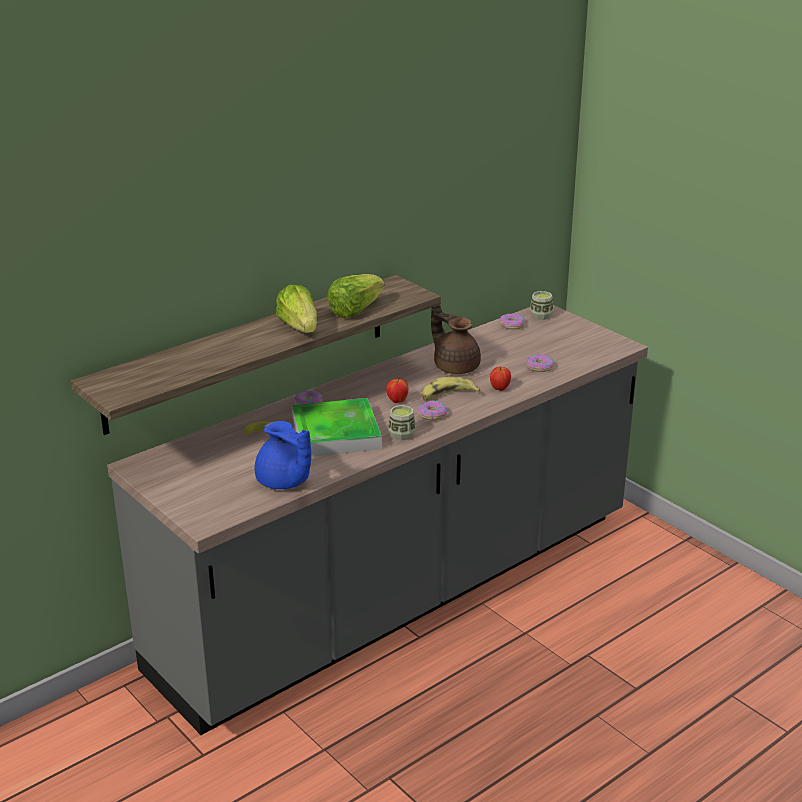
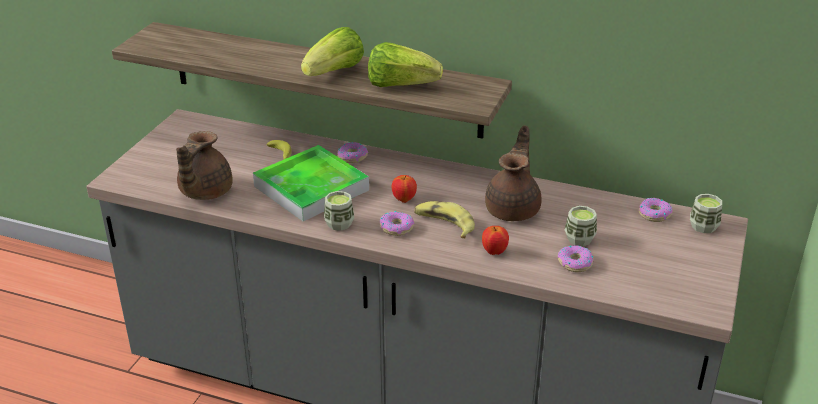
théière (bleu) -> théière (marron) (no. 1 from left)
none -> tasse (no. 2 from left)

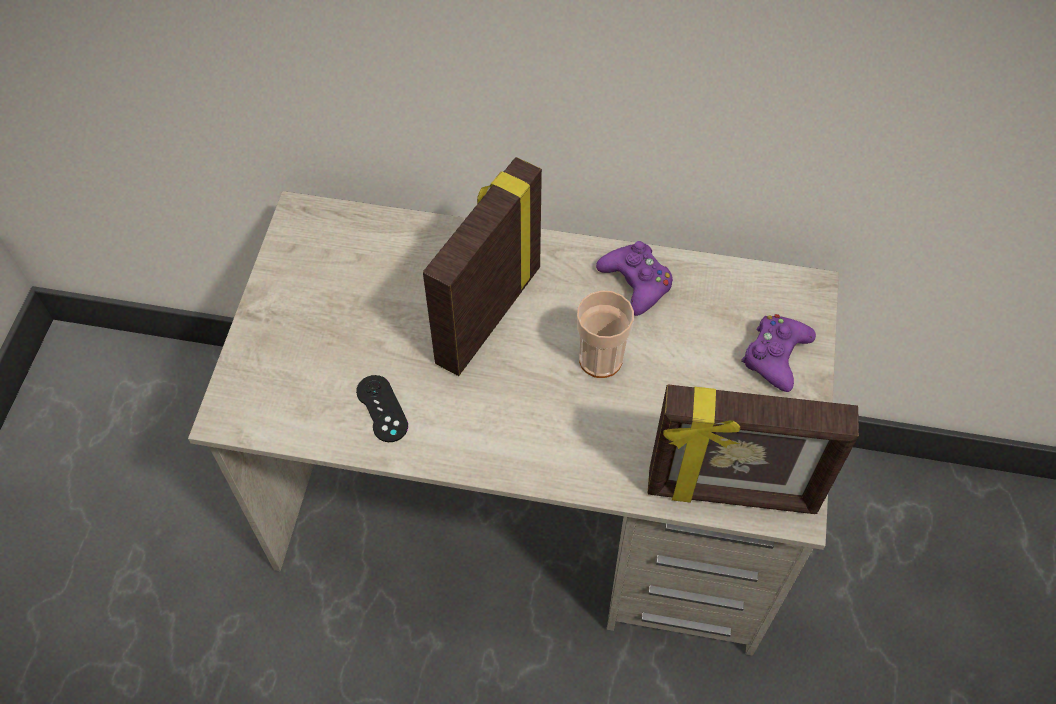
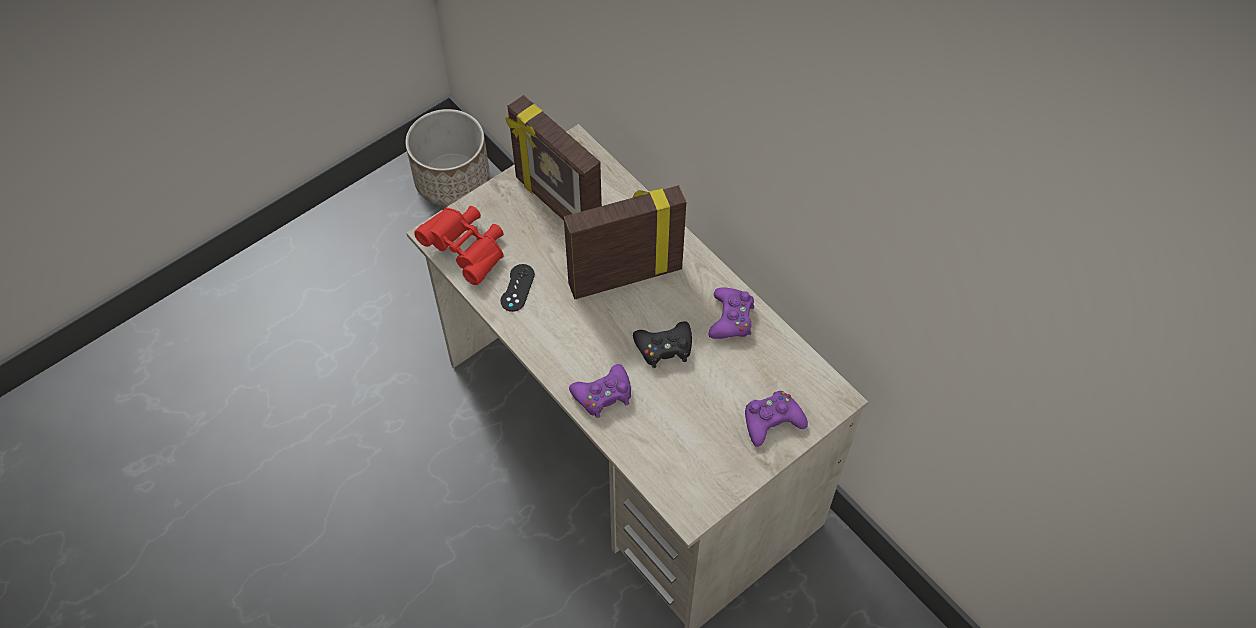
none -> cache-pot
none -> jumelles (rouge)
cadre photo (no. 2 from left in the first image) -> cadre photo (no. 1 from left), shifted
none -> manette (violet) (no. 1 from left)
tasse -> manette (noir) (no. 2 from left)

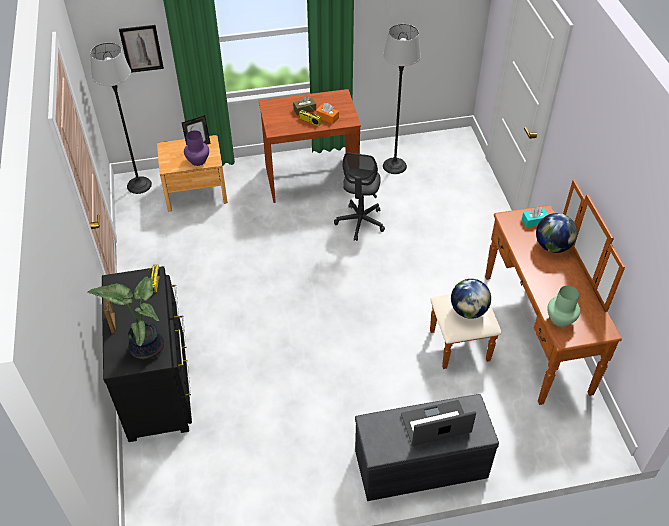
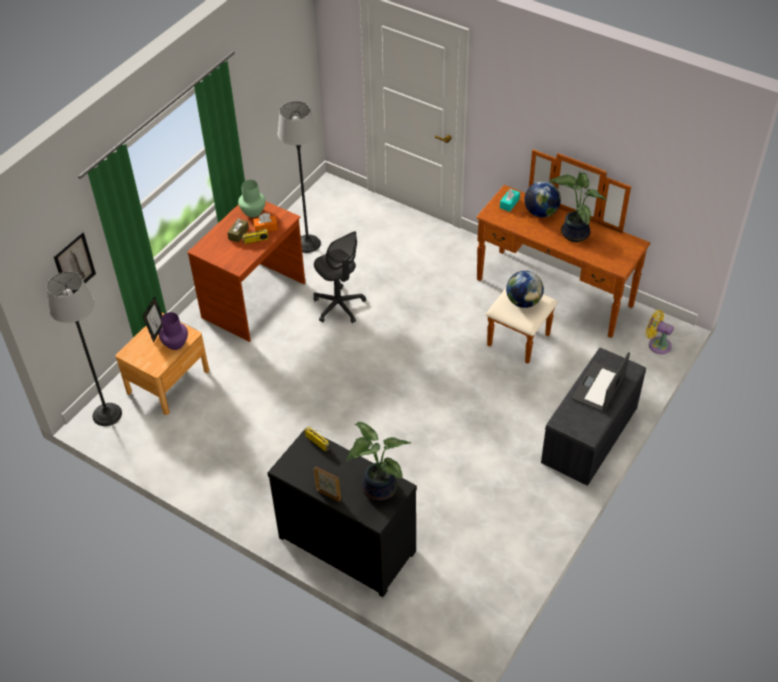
vase (vert), shifted
none -> plante en pot (no. 2 from left)
none -> ventilateur (jaune)

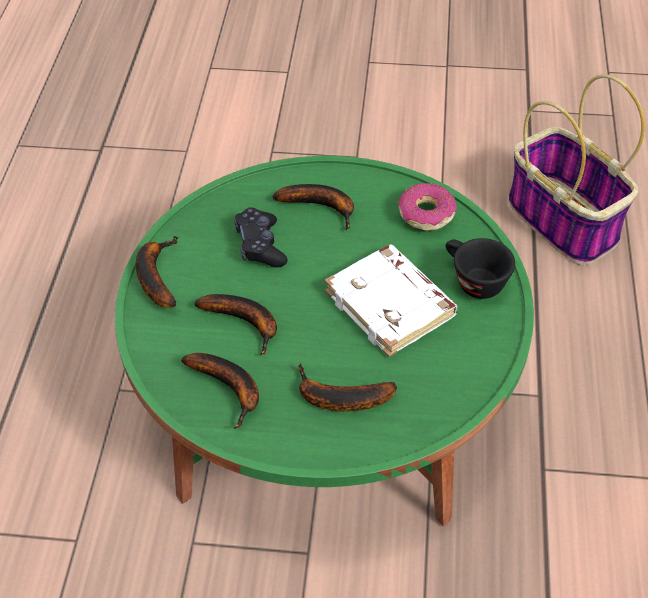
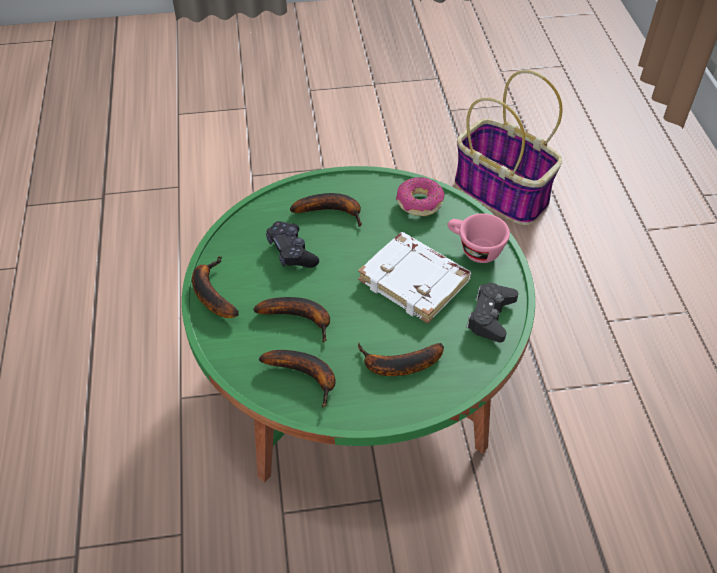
tasse (noir) -> tasse (rose)
none -> manette (noir) (no. 2 from left)

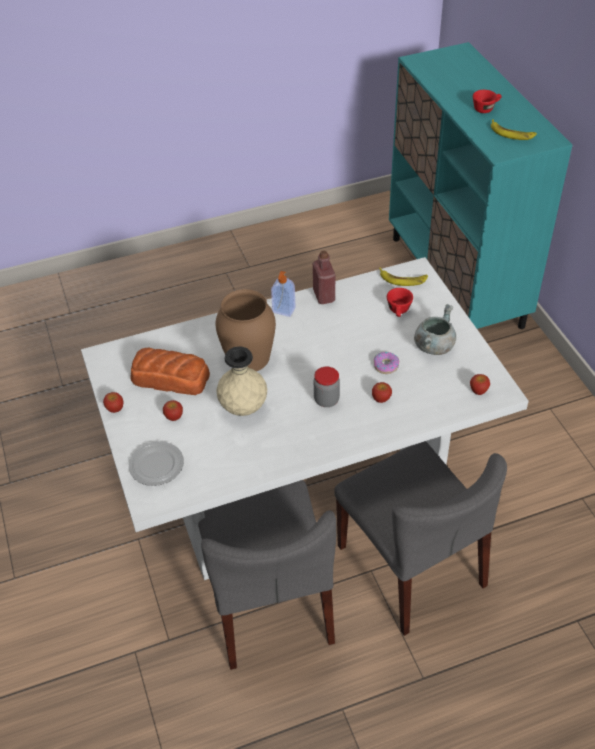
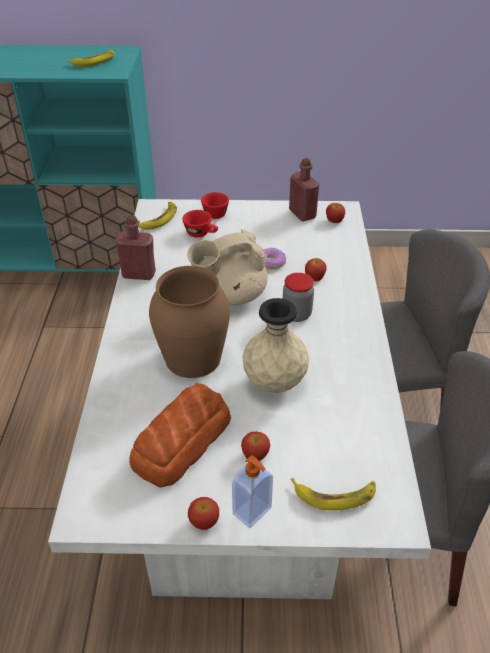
none -> théière (beige)
tasse (rouge) (no. 2 from left), shifted
distributeur de savon, shifted
none -> bouteille (rouge) (no. 2 from left)
assiette -> banane (no. 3 from left)
marmite (gris) -> none

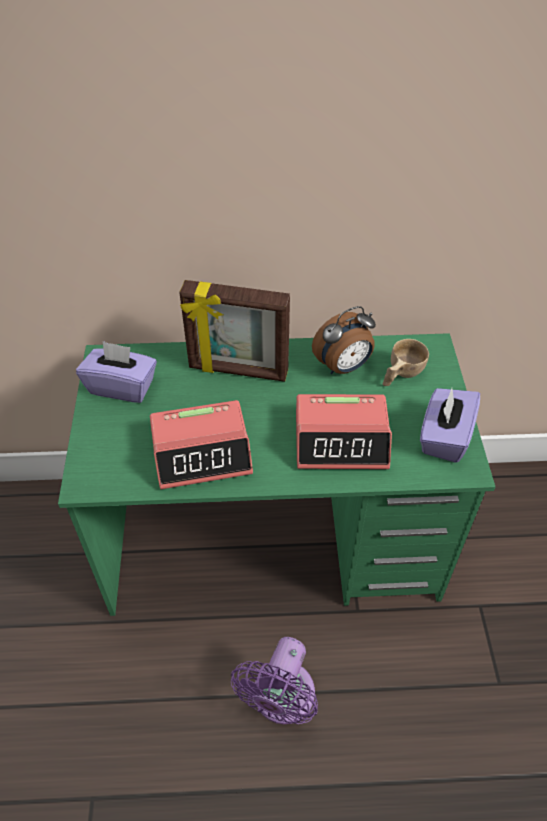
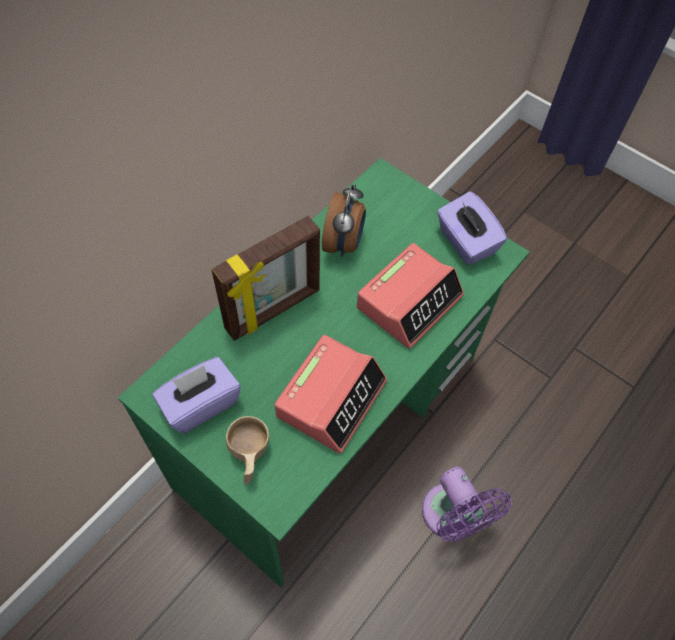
tasse (beige), shifted

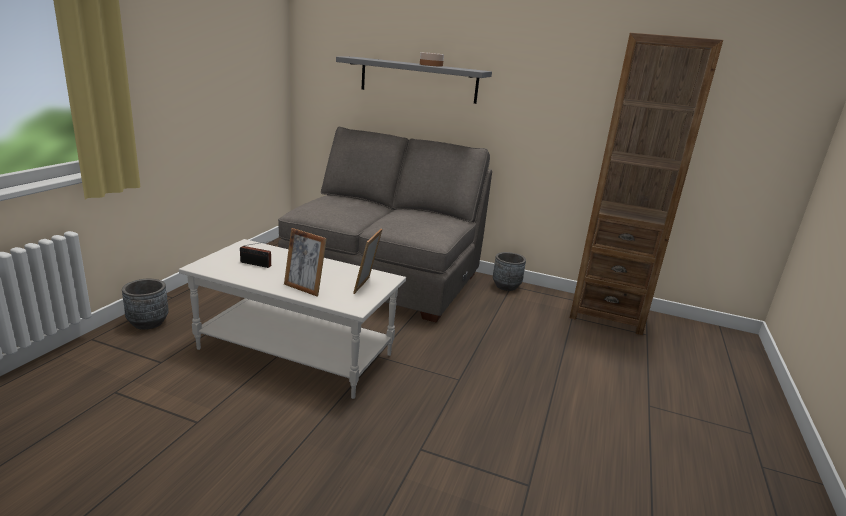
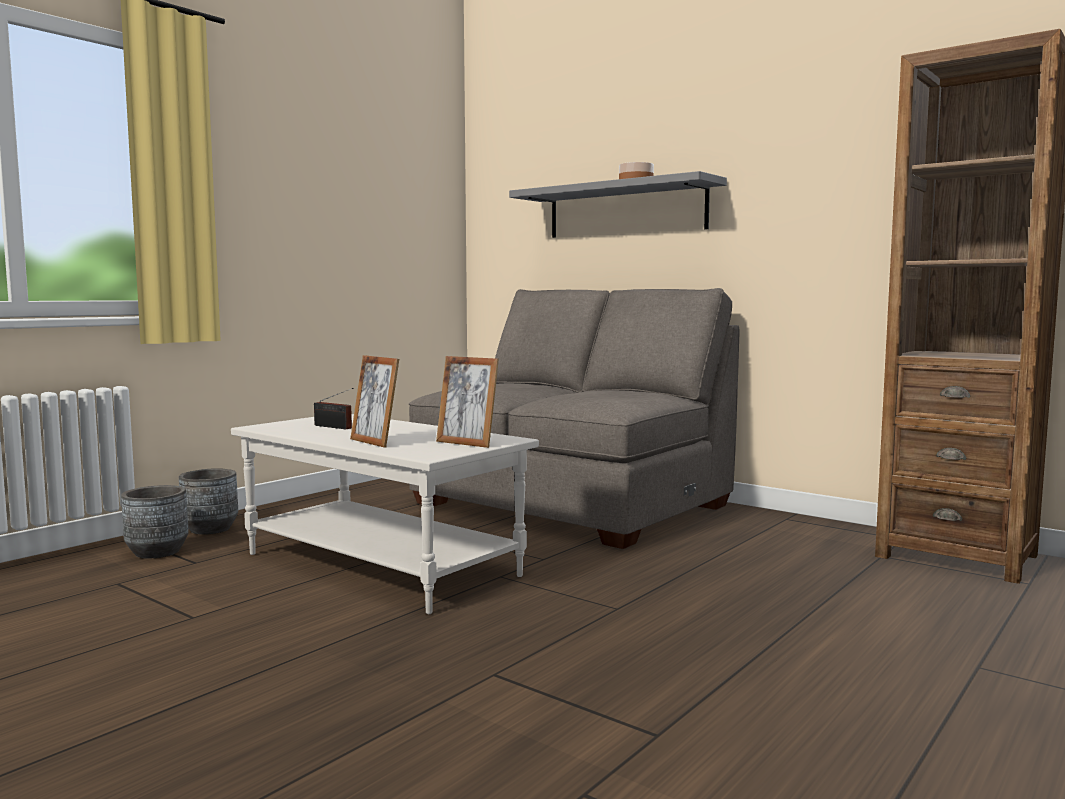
cache-pot (gris) (no. 2 from left in the first image) -> cache-pot (gris) (no. 1 from left), shifted
cadre photo (no. 2 from left), 90 degrees counterclockwise

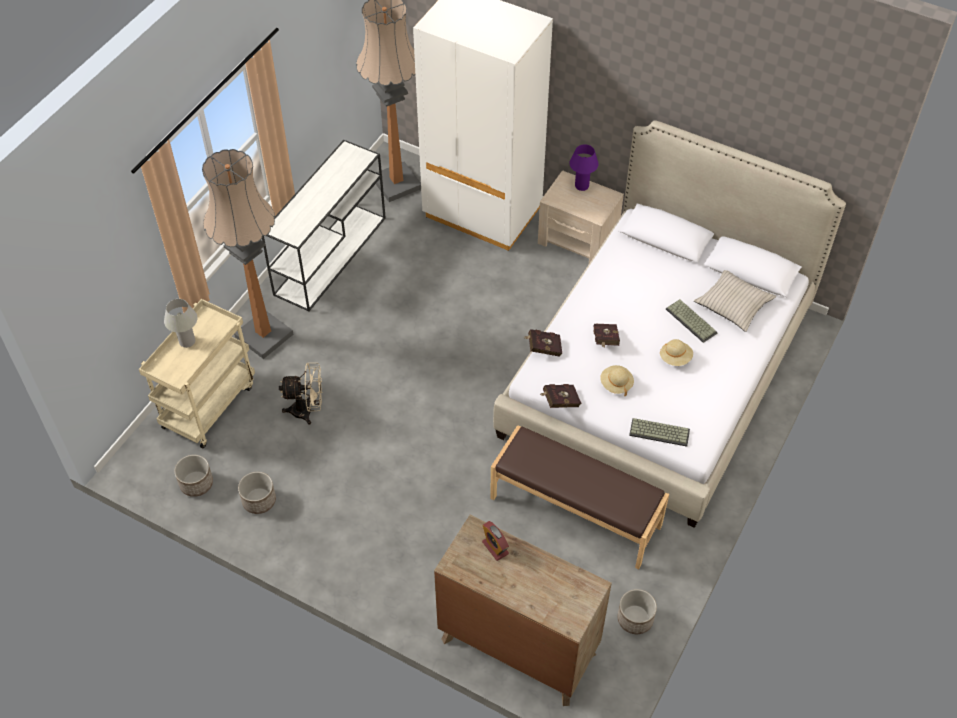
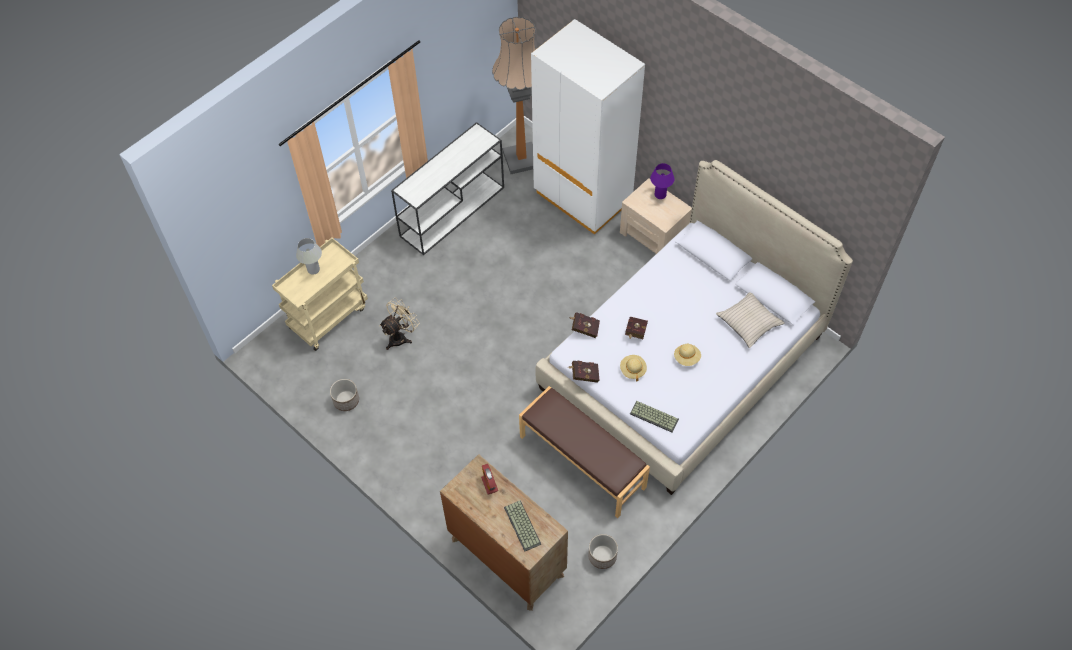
ventilateur (beige), 60 degrees counterclockwise
clavier (no. 2 from left in the first image) -> clavier (no. 1 from left), shifted
cache-pot (no. 1 from left) -> none
lampadaire (no. 1 from left) -> none

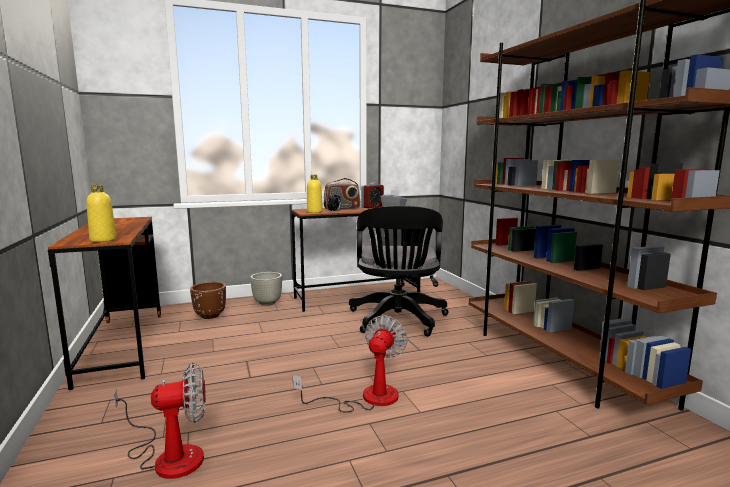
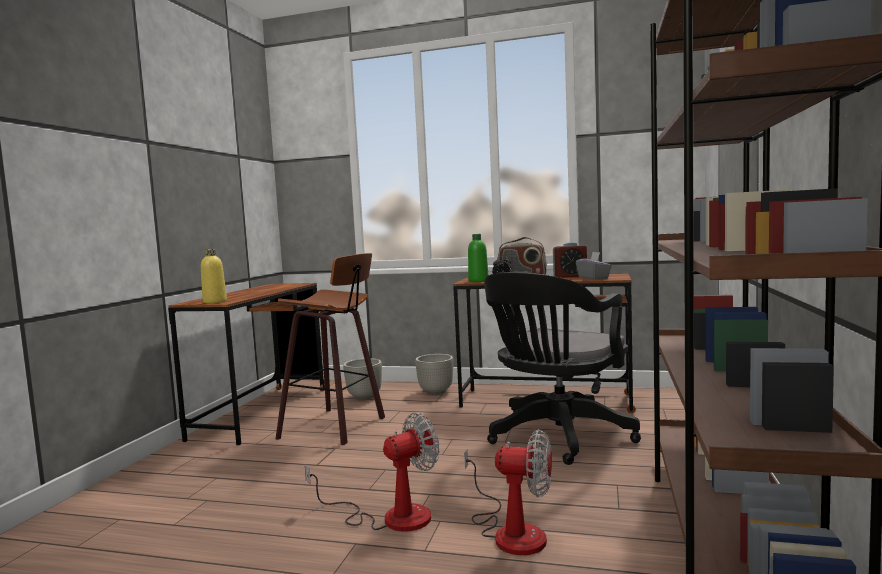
none -> tabouret
cache-pot (marron) -> cache-pot (gris) (no. 1 from left)
ventilateur (no. 1 from left in the first image) -> ventilateur (no. 2 from left), shifted
bouteille (jaune) (no. 2 from left) -> bouteille (vert)

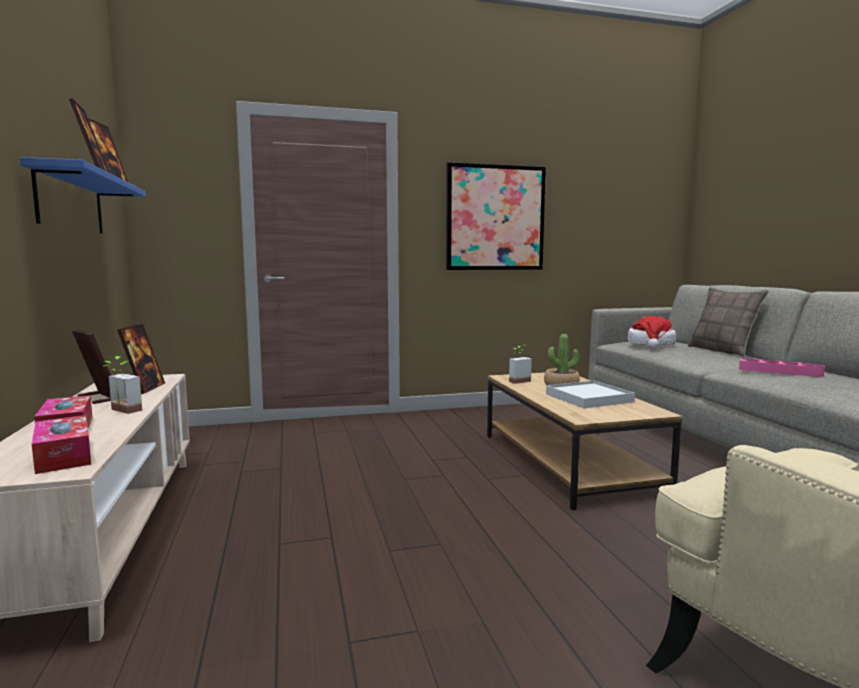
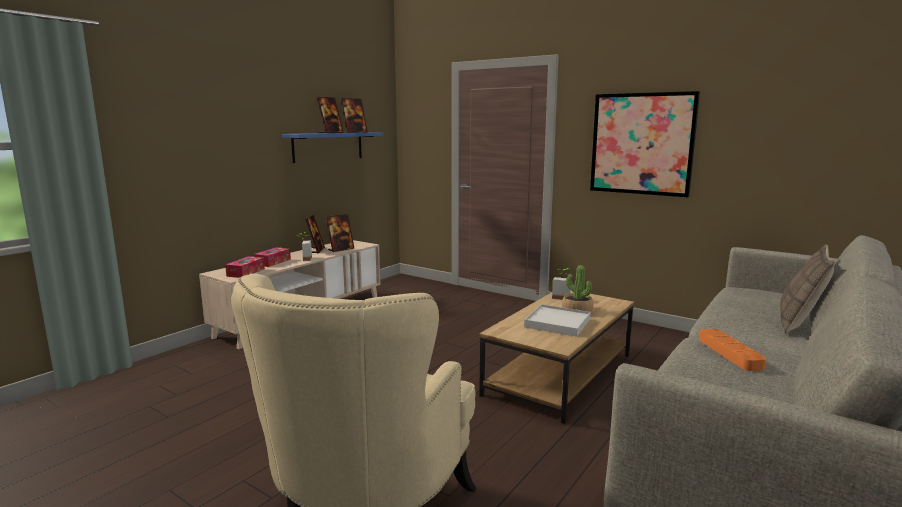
plateau (rose) -> plateau (orange)
chapeau -> none

